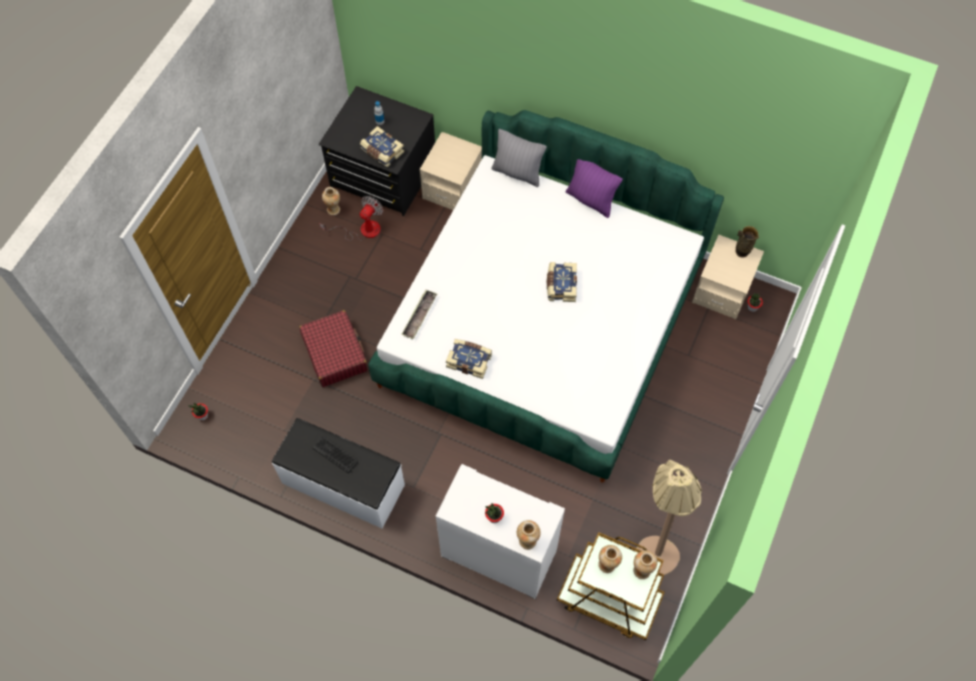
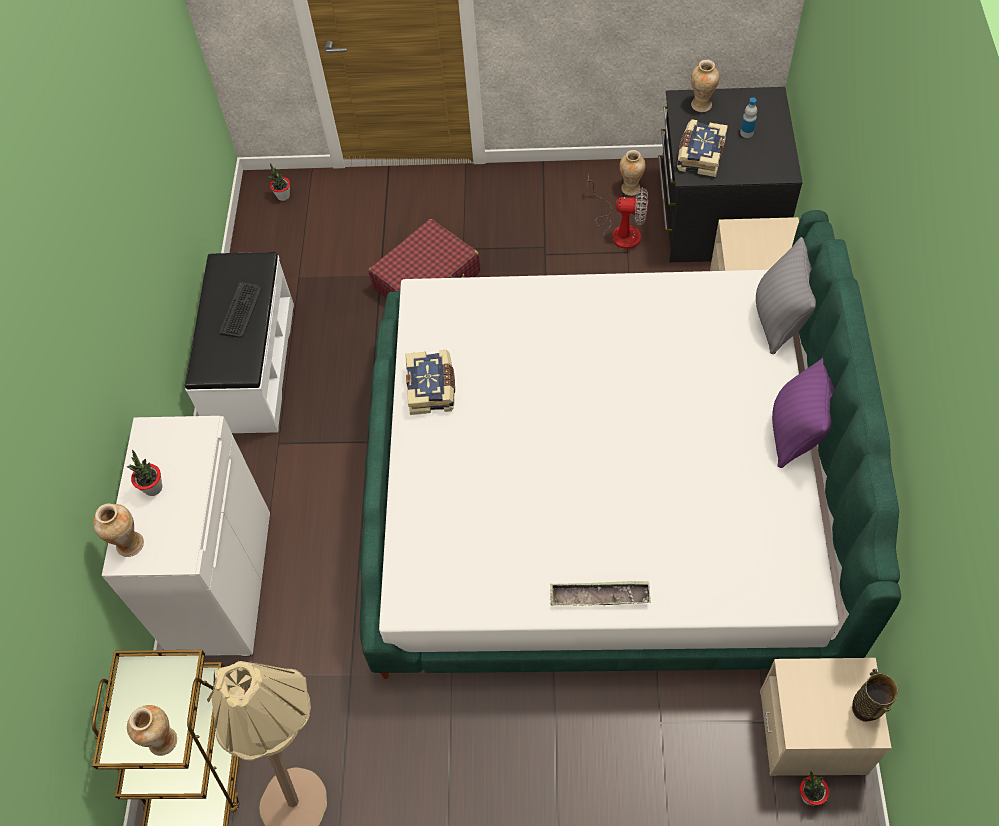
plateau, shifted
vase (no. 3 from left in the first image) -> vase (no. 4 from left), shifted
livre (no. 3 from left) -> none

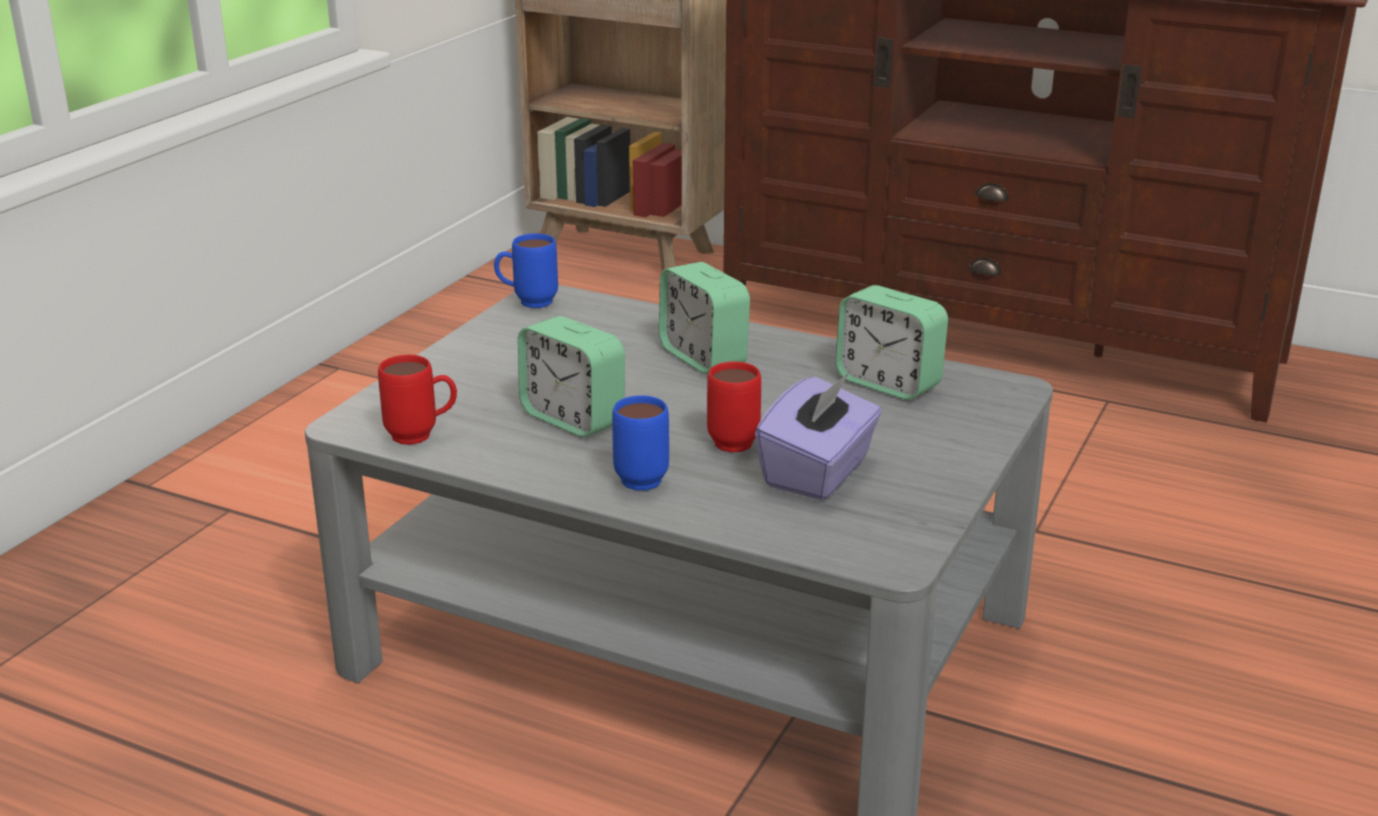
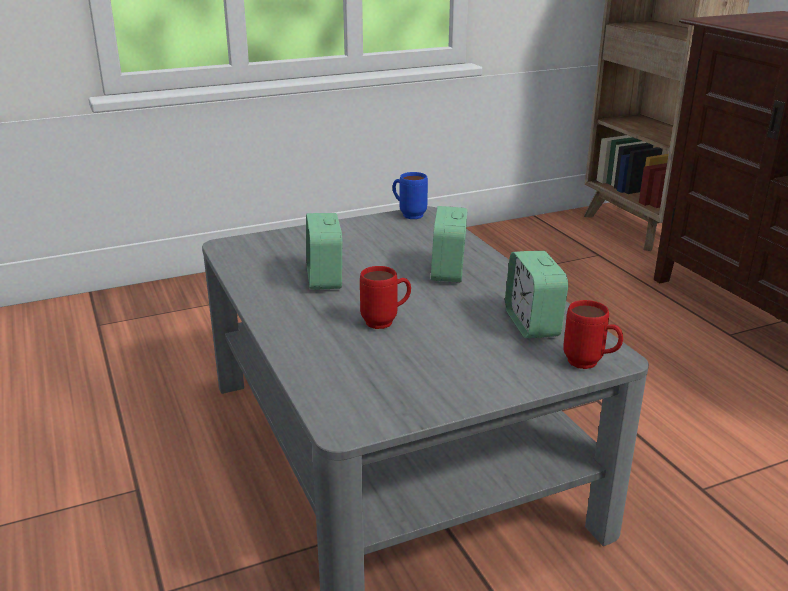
mug (rouge) (no. 1 from left in the first image) -> mug (rouge) (no. 2 from left), shifted
mug (bleu) (no. 2 from left) -> none
boîte à mouchoirs (violet) -> none

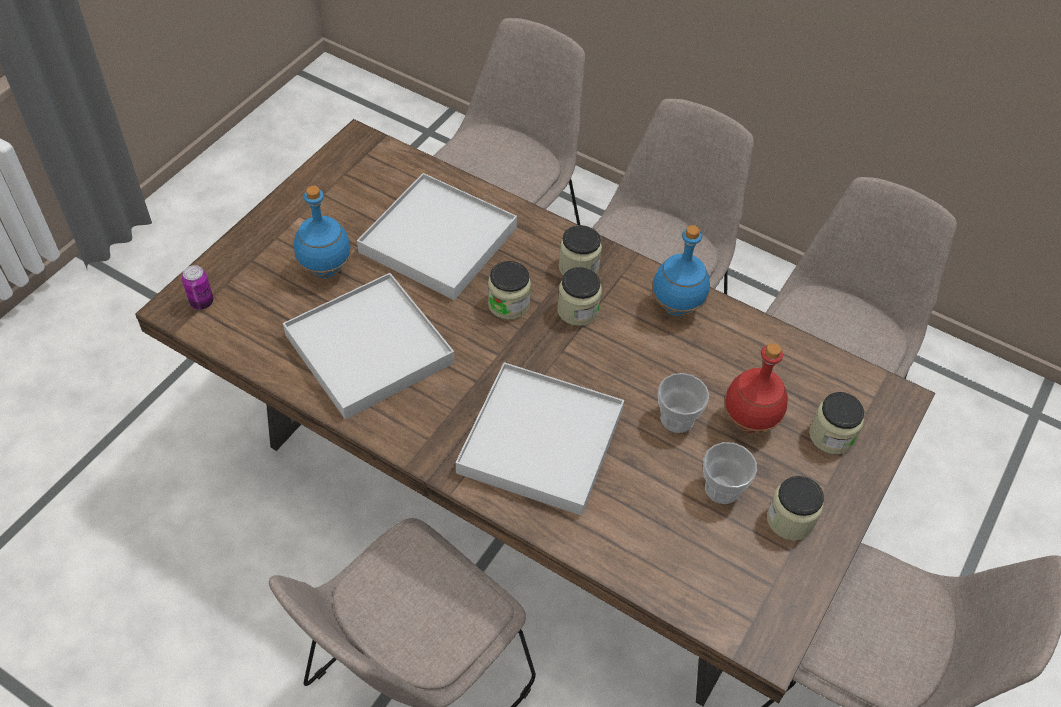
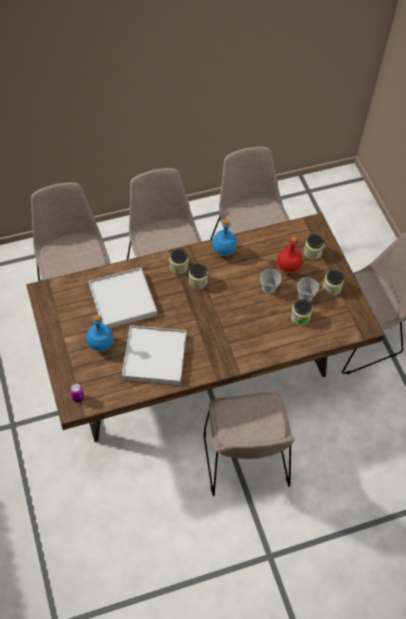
bocal (no. 1 from left in the first image) -> bocal (no. 3 from left), shifted
plateau (blanc) (no. 3 from left) -> none

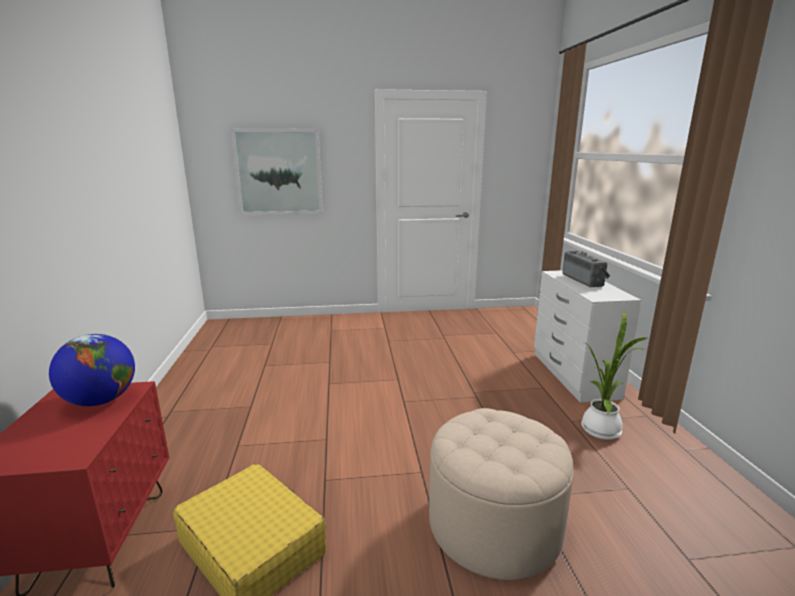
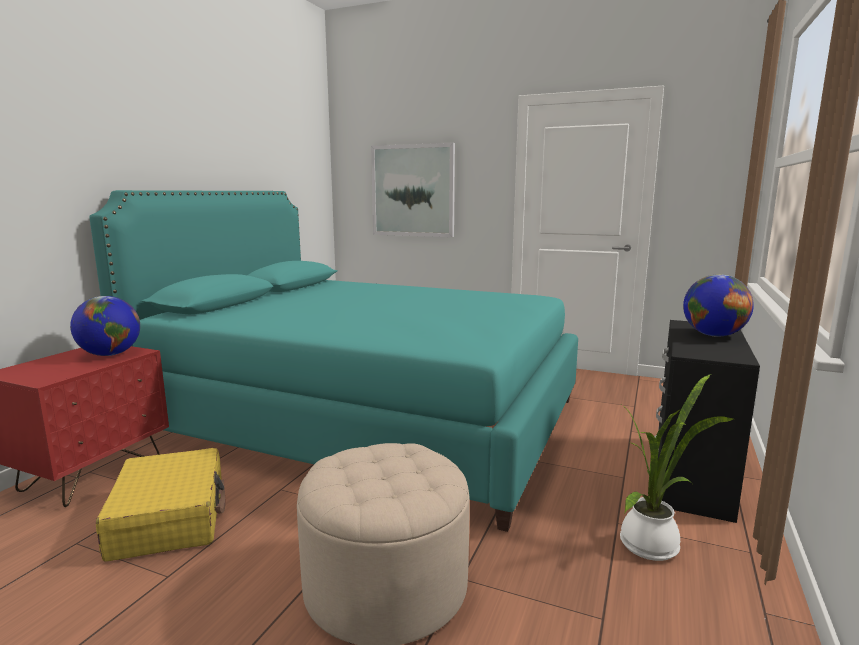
none -> lit (turquoise)
commode (blanc) -> commode (noir)
radio -> globe (no. 2 from left)

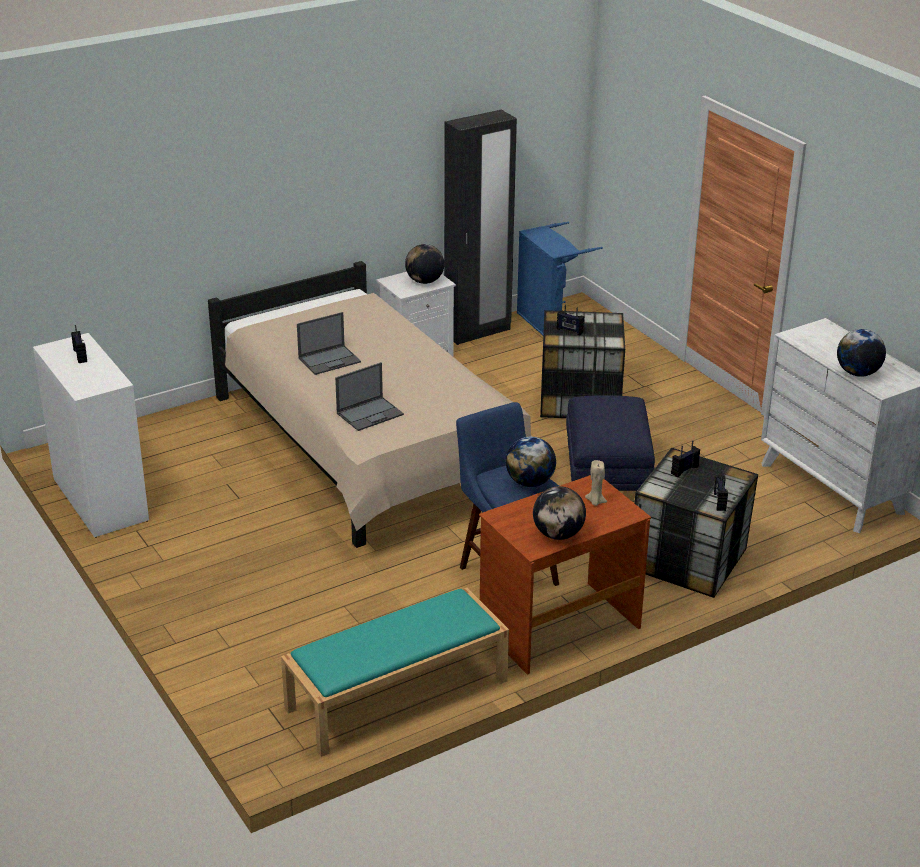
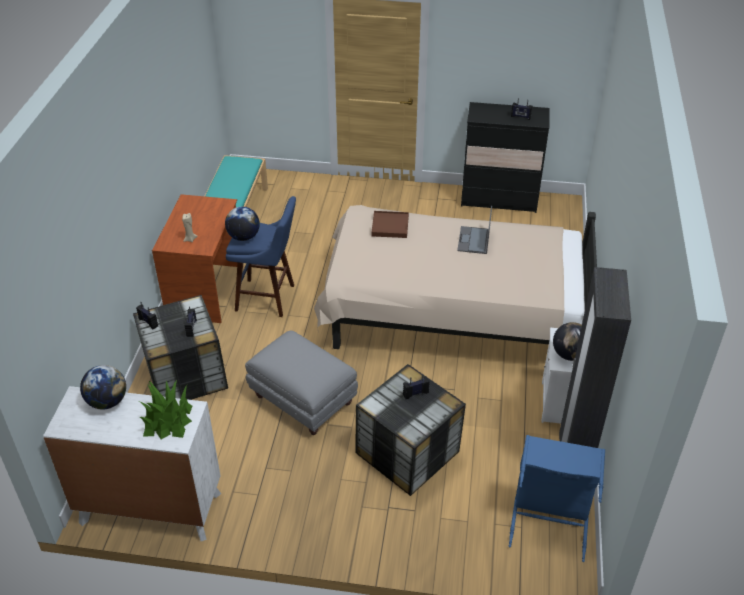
none -> plante en pot
pouf (bleu) -> pouf (gris)
ordinateur portable (no. 2 from left) -> plateau (marron)
commode (blanc) (no. 1 from left) -> commode (noir)
globe (no. 3 from left) -> none

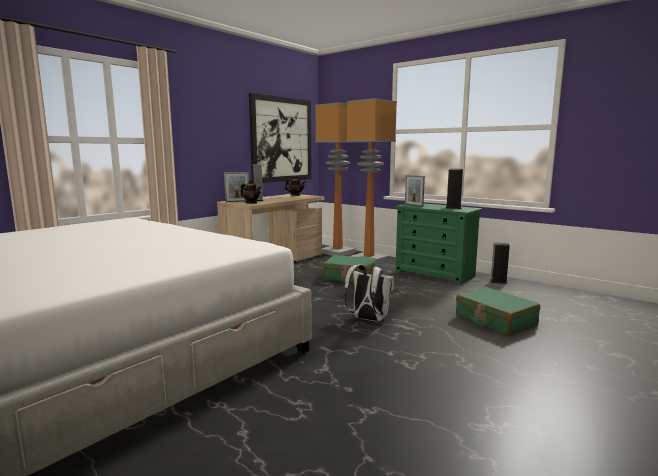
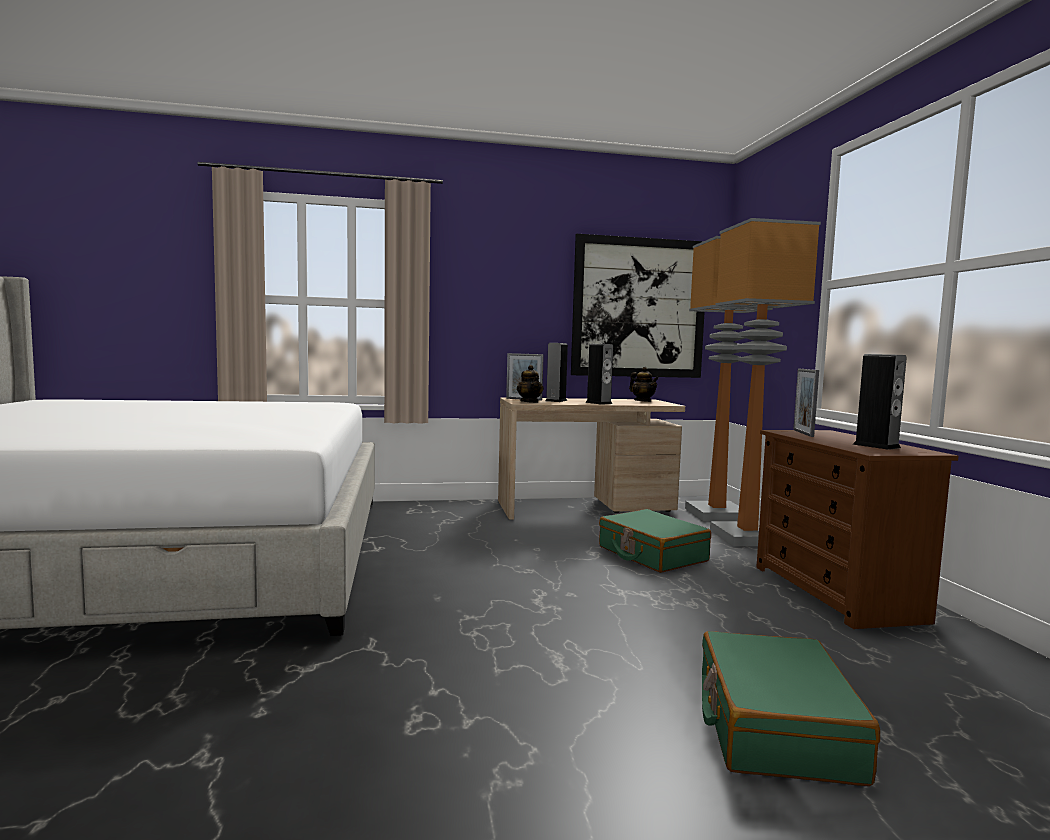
enceinte (no. 3 from left in the first image) -> enceinte (no. 2 from left), shifted
commode (vert) -> commode (marron)
sac à dos (blanc) -> none

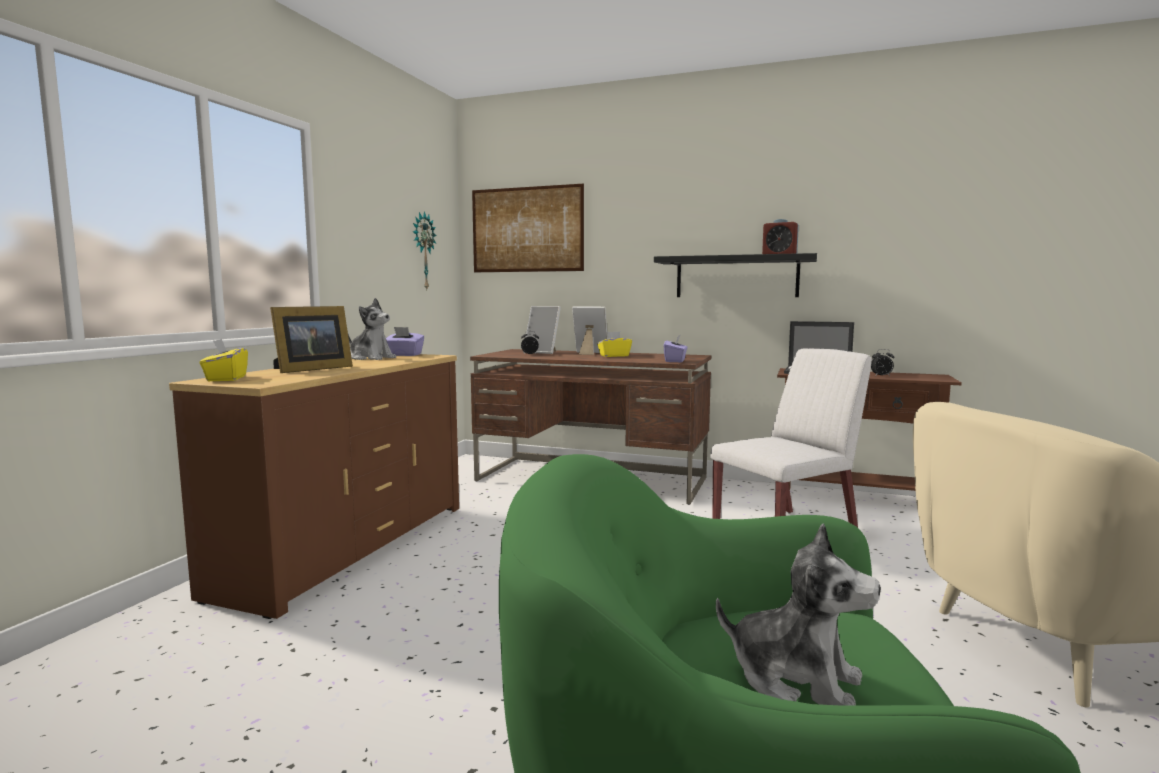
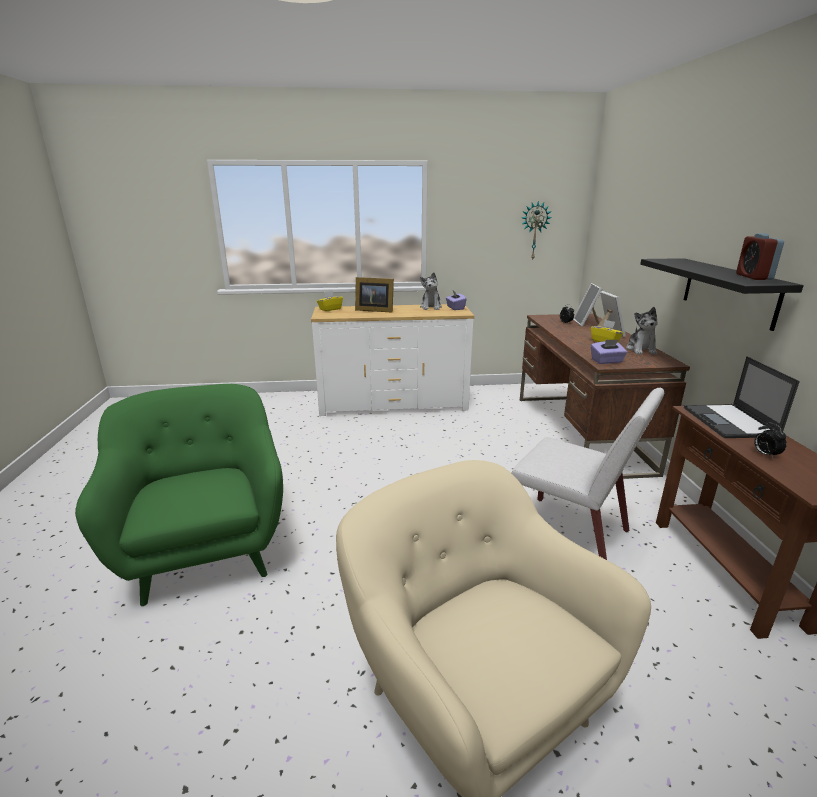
commode (marron) -> commode (blanc)
peluche (no. 2 from left), shifted
tableau -> none

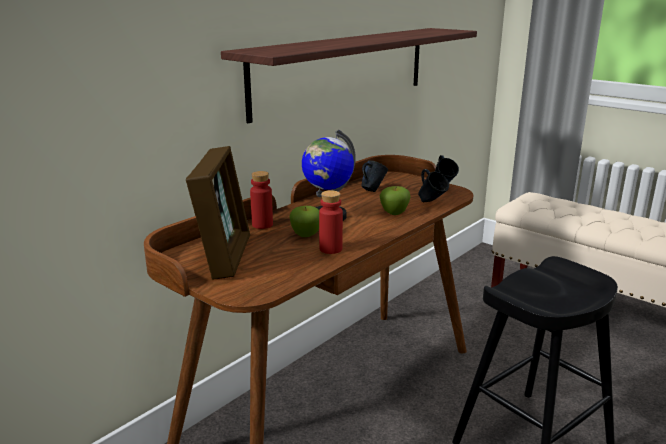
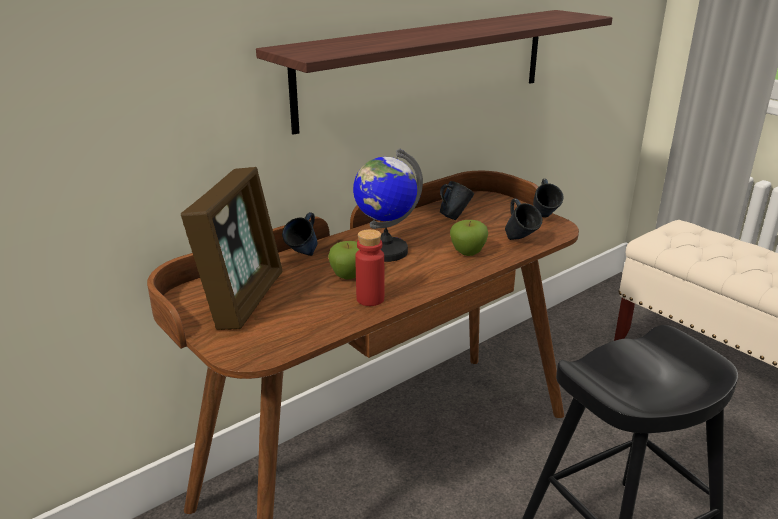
bouteille (rouge) (no. 1 from left) -> mug (bleu) (no. 1 from left)

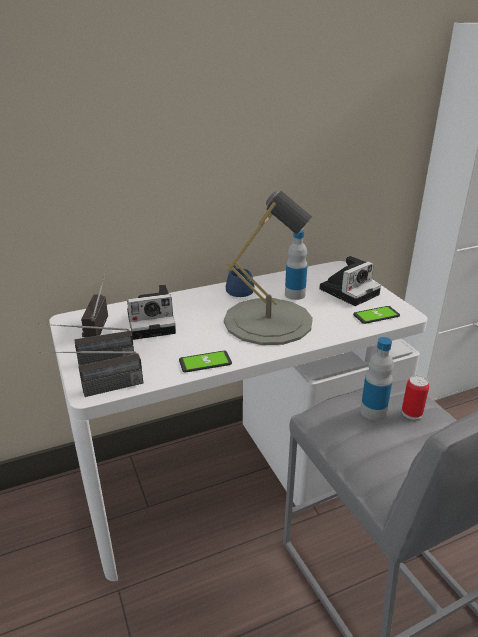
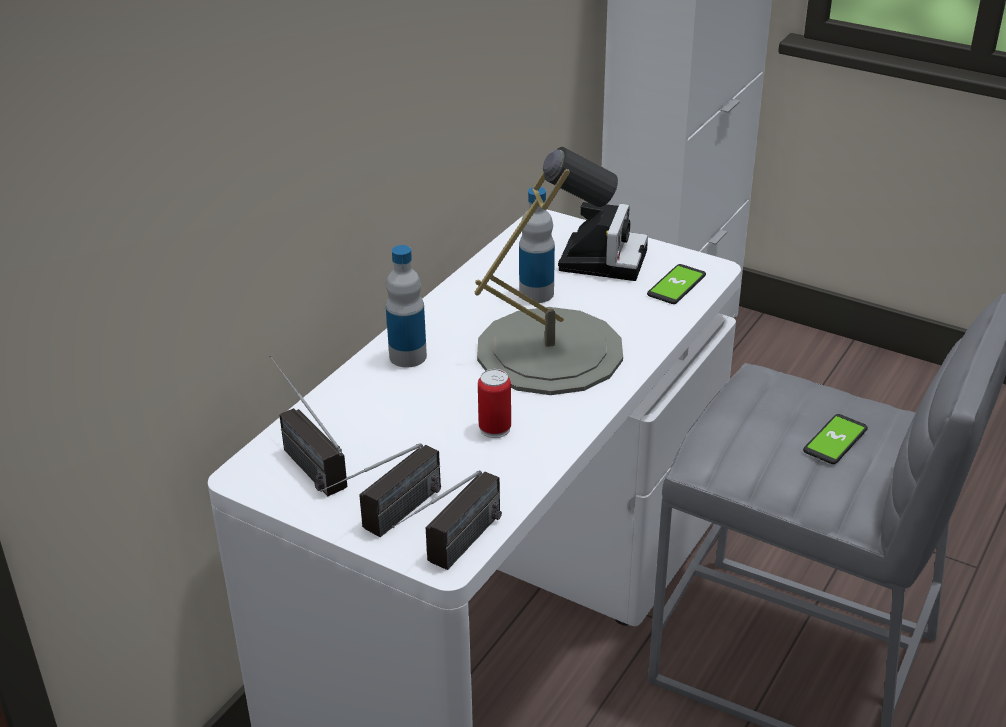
bouteille (no. 2 from left in the first image) -> bouteille (no. 1 from left), shifted
boîte métallique, shifted
téléphone (no. 1 from left in the first image) -> téléphone (no. 2 from left), shifted
appareil photo (no. 1 from left) -> none
mug (bleu) -> none

